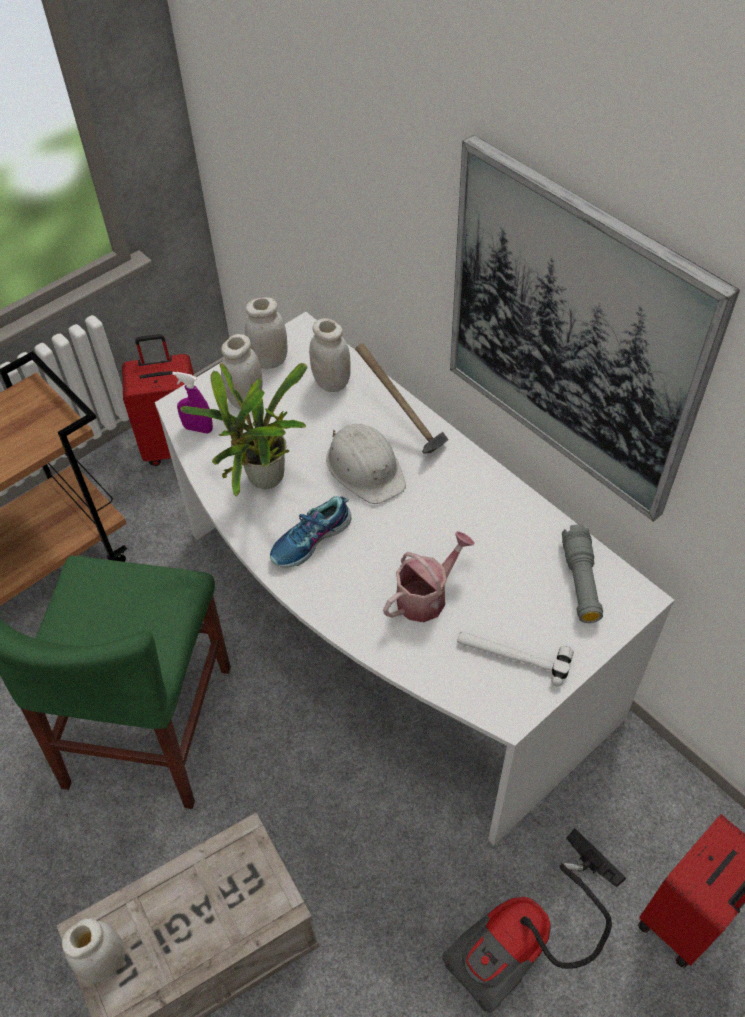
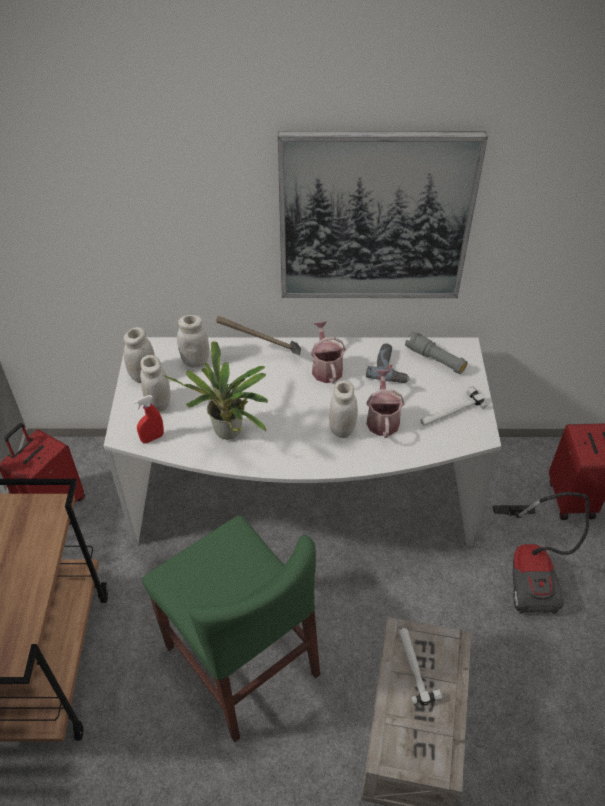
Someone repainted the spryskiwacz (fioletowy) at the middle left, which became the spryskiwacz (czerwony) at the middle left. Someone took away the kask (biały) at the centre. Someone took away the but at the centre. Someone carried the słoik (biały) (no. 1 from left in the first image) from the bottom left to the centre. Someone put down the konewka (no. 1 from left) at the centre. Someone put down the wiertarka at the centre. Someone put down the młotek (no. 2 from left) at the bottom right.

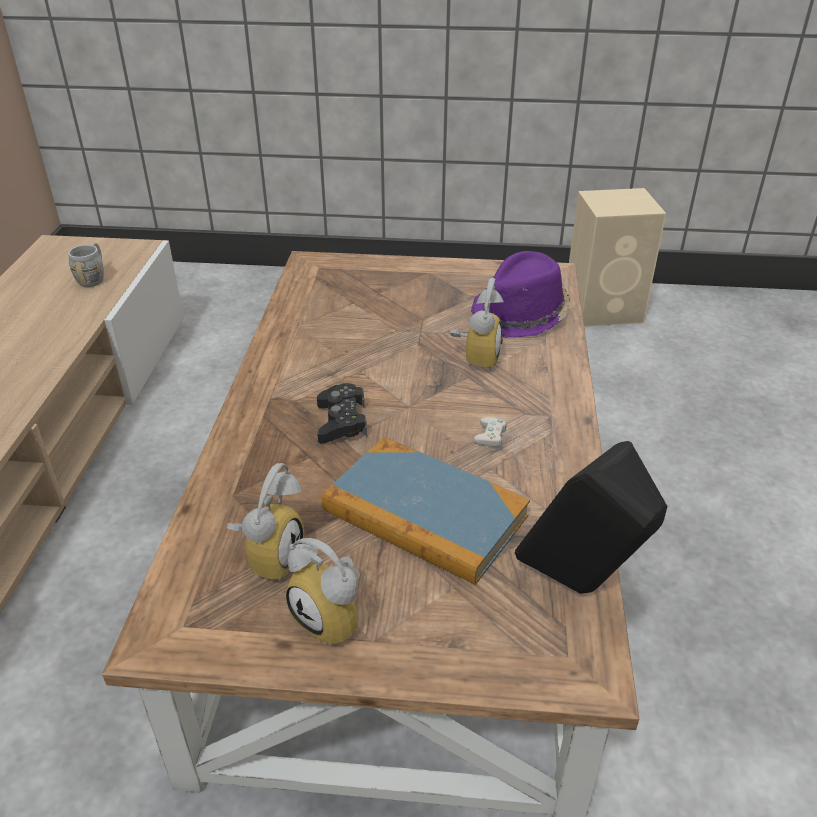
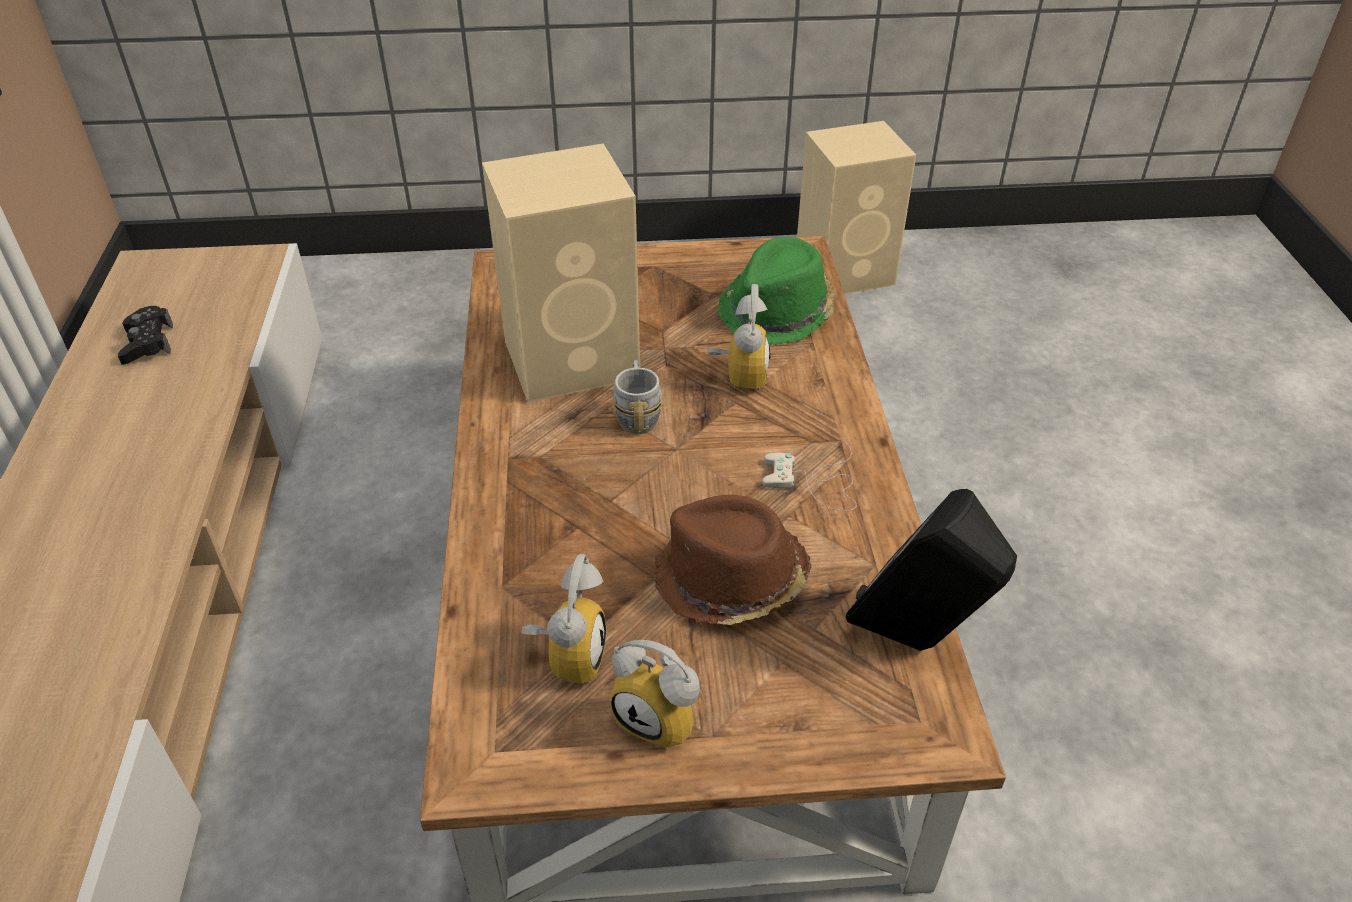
Someone carried the kubek (szary) from the top left to the centre. Someone repainted the kapelusz (fioletowy) at the centre, which became the kapelusz (zielony) at the top centre. Someone carried the pad do gier (czarny) from the centre to the middle left. Someone swapped the książka at the centre for the kapelusz (brązowy) at the centre. Someone put down the głośnik (beżowy) (no. 1 from left) at the top centre.

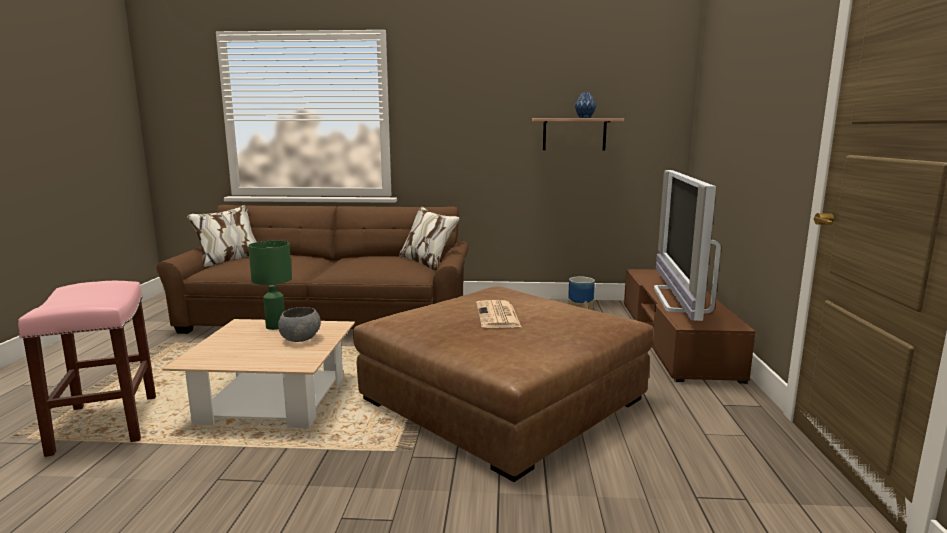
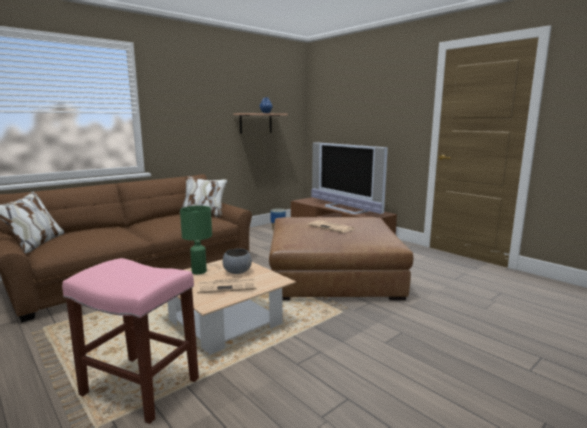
Someone put down the gazeta (no. 1 from left) at the centre.

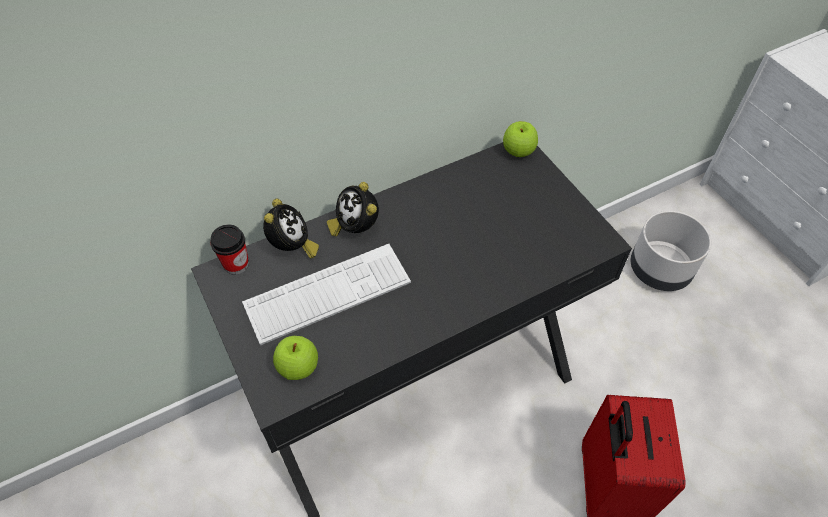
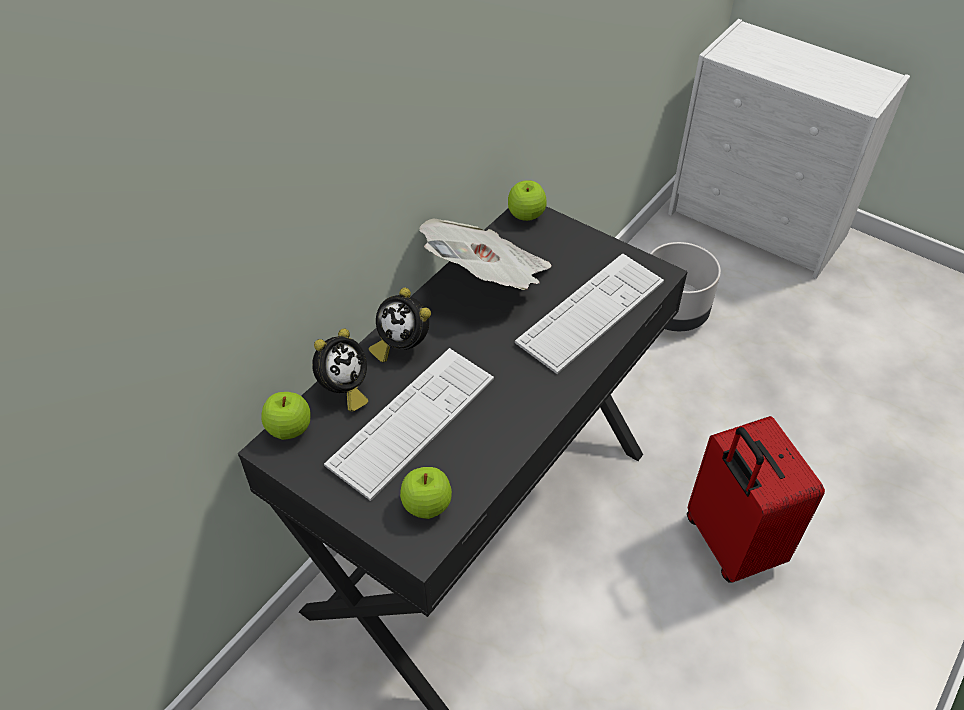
Someone rotated the budzik (no. 1 from left) at the centre by 60 degrees clockwise. Someone swapped the filiżanka at the middle left for the jabłko (no. 1 from left) at the middle left. Someone put down the gazeta at the centre. Someone put down the klawiatura (no. 2 from left) at the centre.

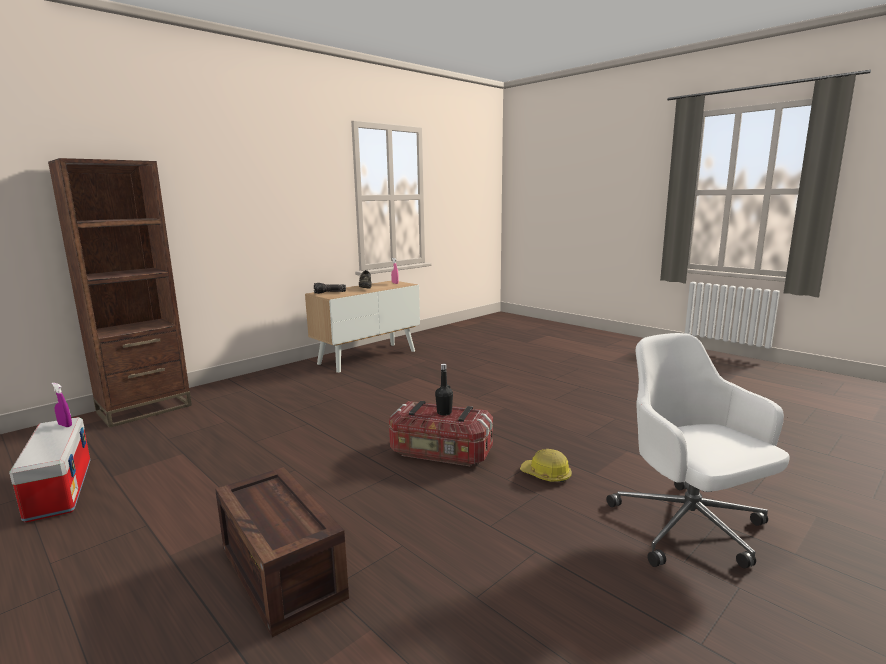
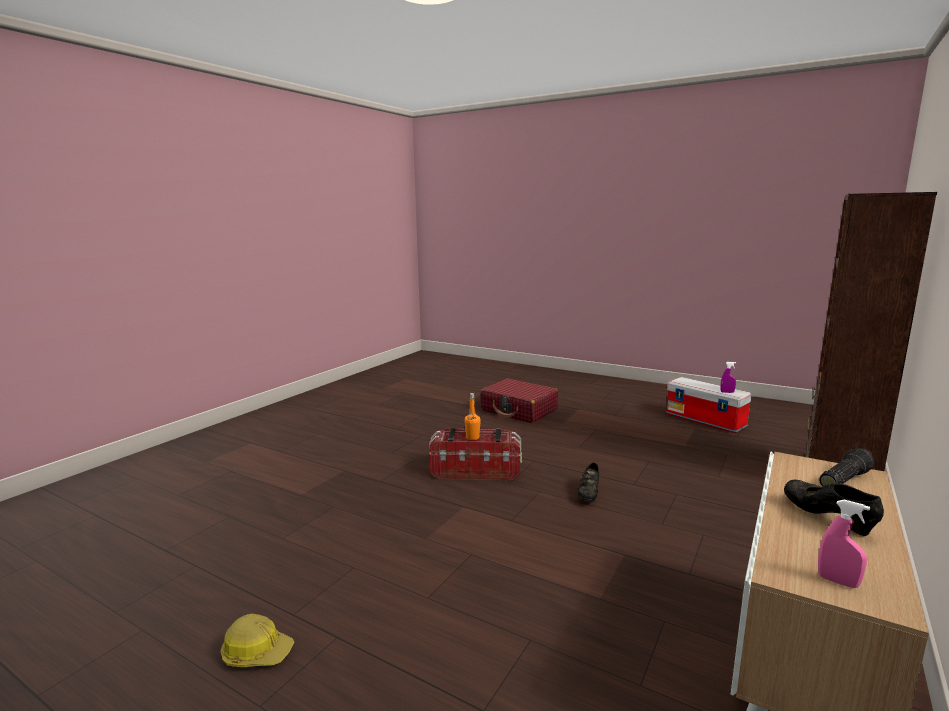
Someone took away the krzesło biurowe (biały) at the bottom right. Someone repainted the butelka (czarny) at the centre, which became the butelka (pomarańczowy) at the centre. Someone carried the kask from the bottom centre to the bottom left. Someone swapped the skrzynka at the bottom left for the walizka (czerwony) at the centre. Someone put down the but (czarny) (no. 1 from left) at the bottom centre.

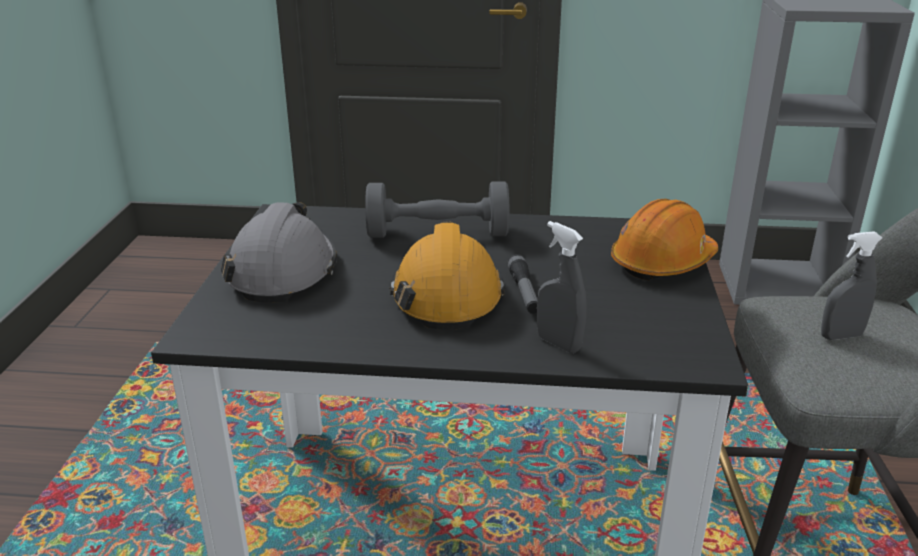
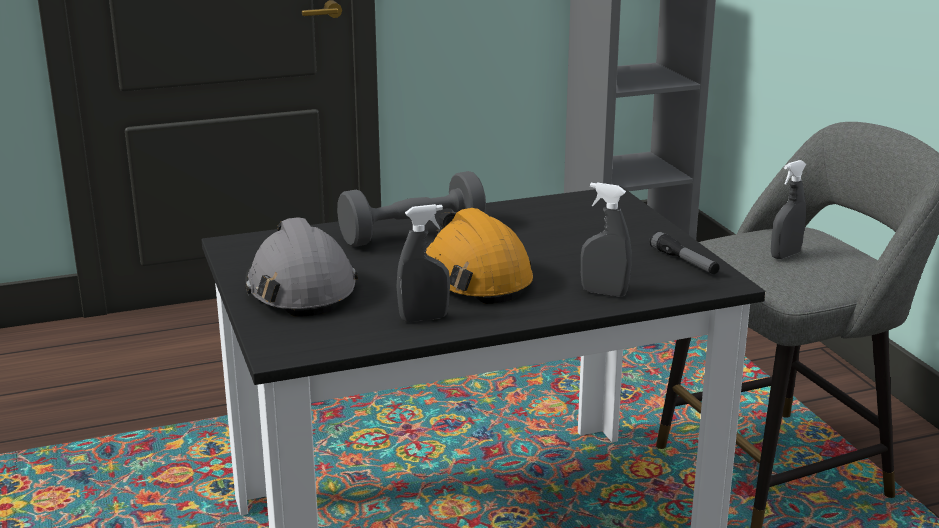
Someone took away the kask (pomarańczowy) (no. 2 from left) at the middle right. Someone carried the latarka from the centre to the middle right. Someone put down the spryskiwacz (szary) (no. 1 from left) at the centre.

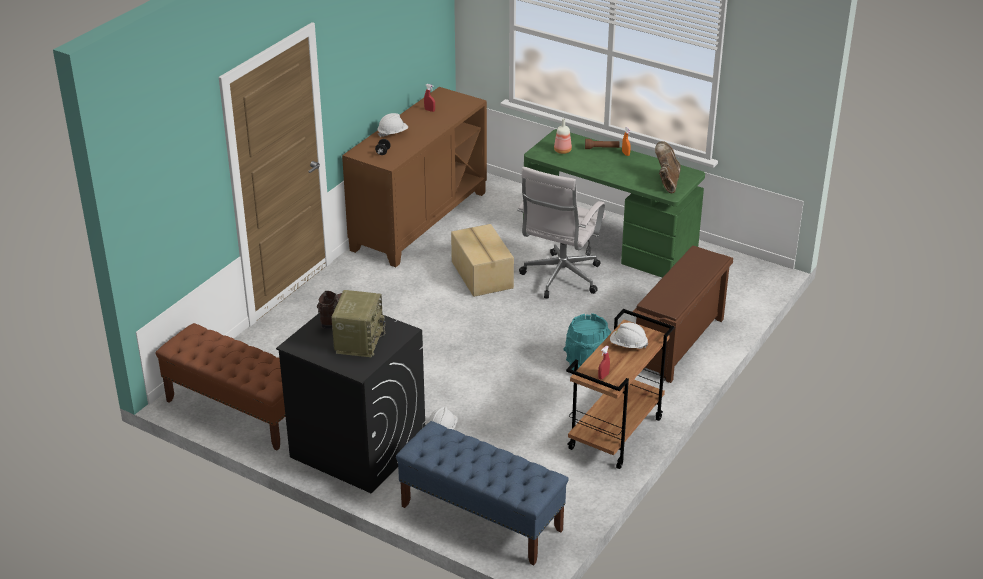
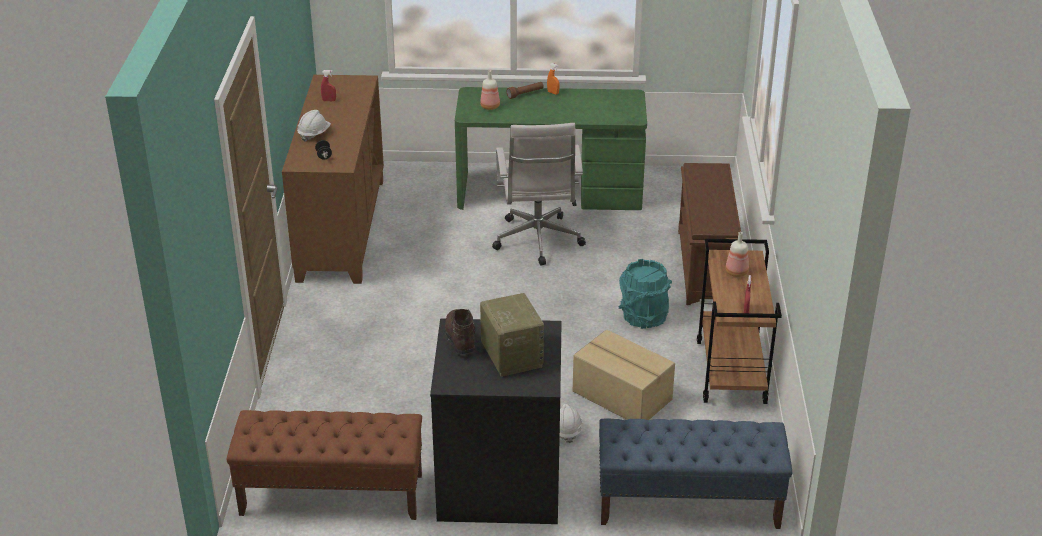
Someone took away the but z cholewką (brązowy) (no. 2 from left) at the top right. Someone carried the karton from the centre to the bottom centre. Someone swapped the kask (biały) (no. 3 from left) at the centre for the butelka (no. 2 from left) at the middle right.

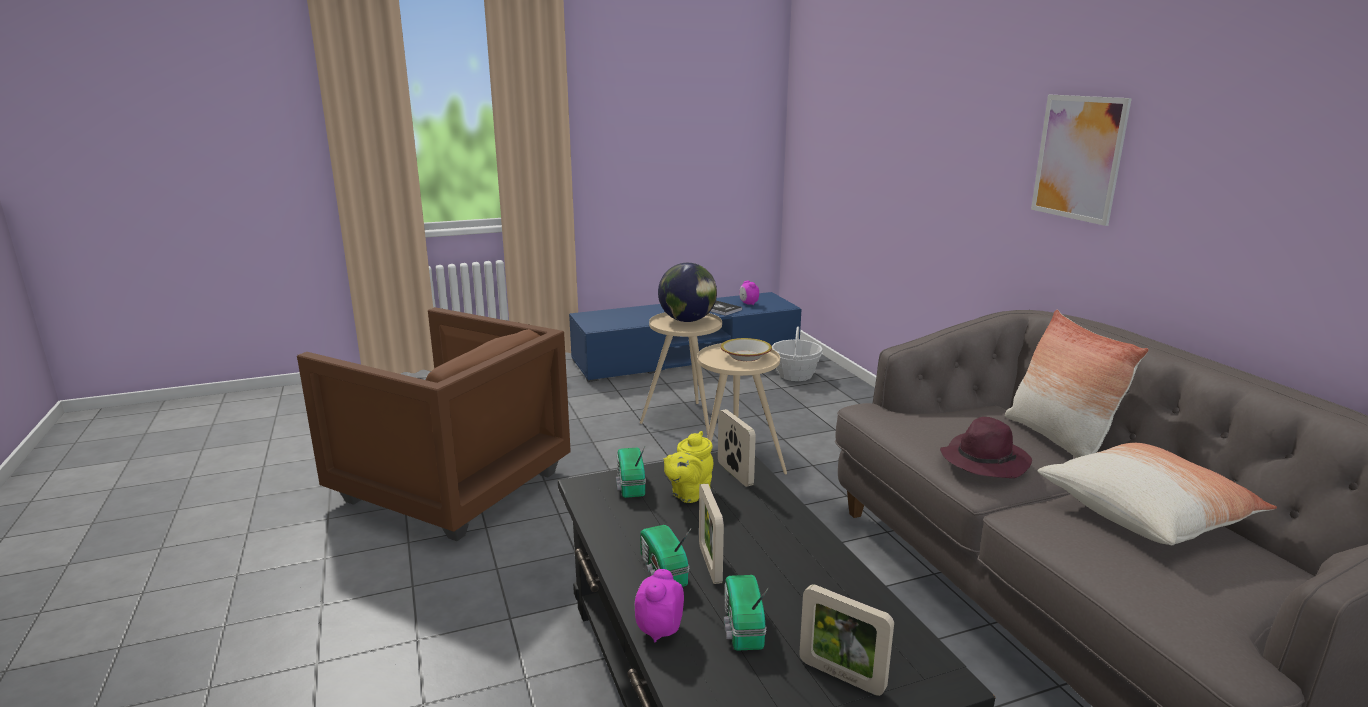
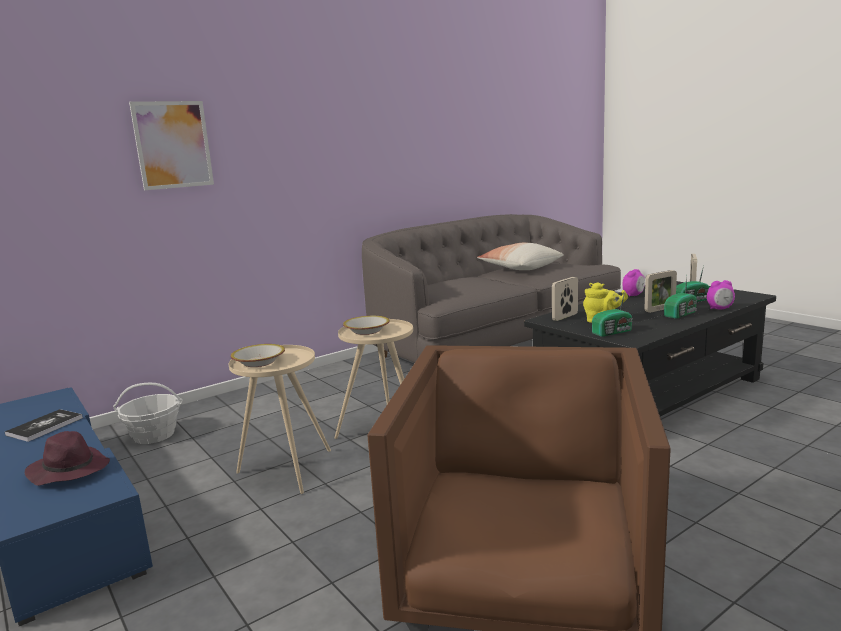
Someone carried the obraz from the top right to the top left. Someone swapped the globus at the centre for the miska (no. 1 from left) at the middle left. Someone carried the budzik (no. 2 from left in the first image) from the centre to the middle right. Someone took away the poduszka (no. 1 from left) at the middle right. Someone carried the kapelusz (fioletowy) from the middle right to the bottom left.

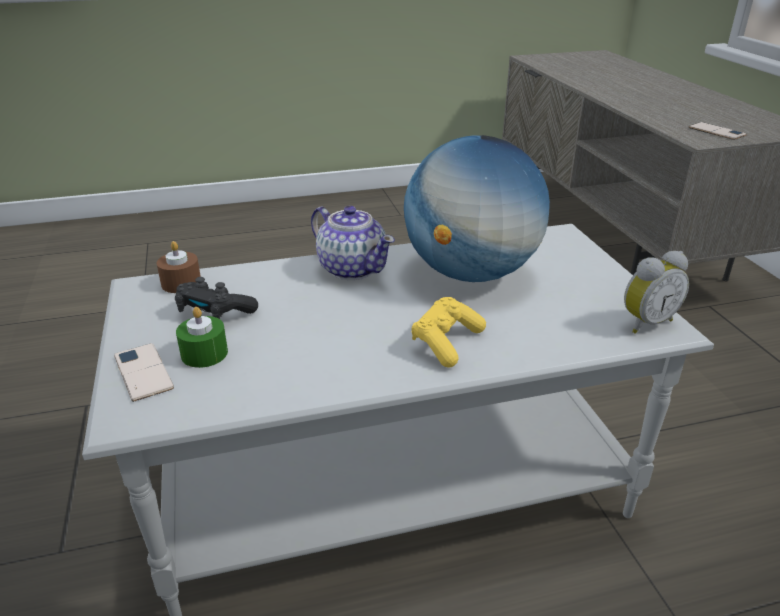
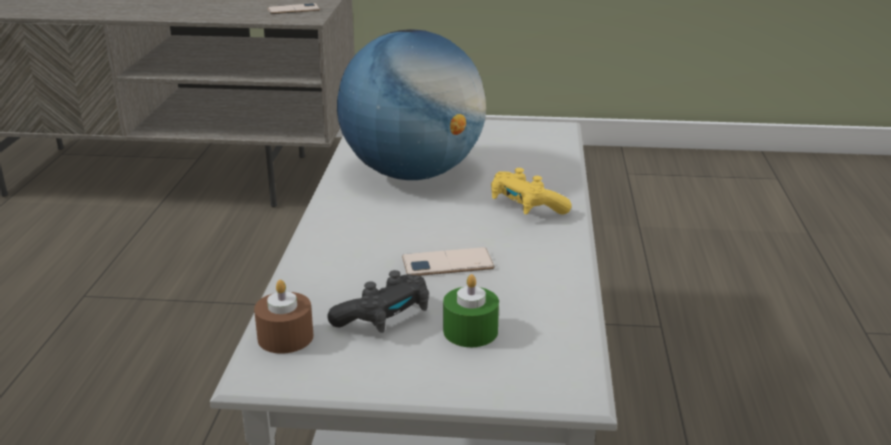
Someone took away the imbryk at the centre. Someone took away the budzik at the middle right. Someone carried the telefon (no. 1 from left in the first image) from the middle left to the centre.

